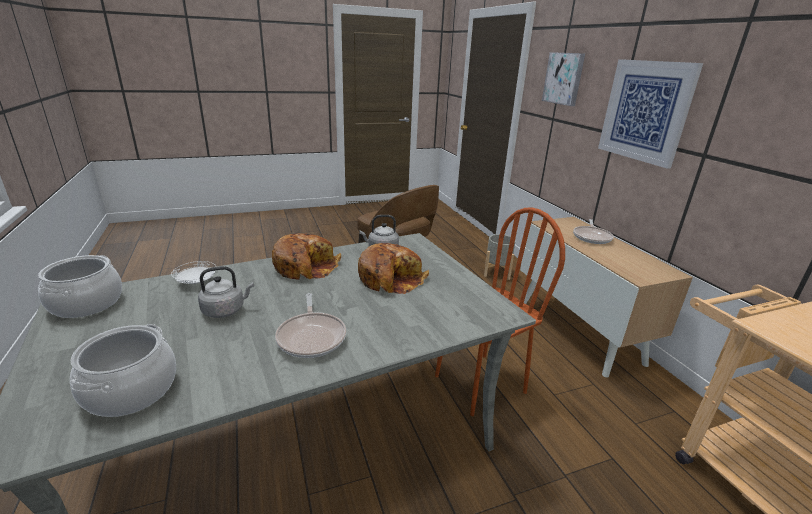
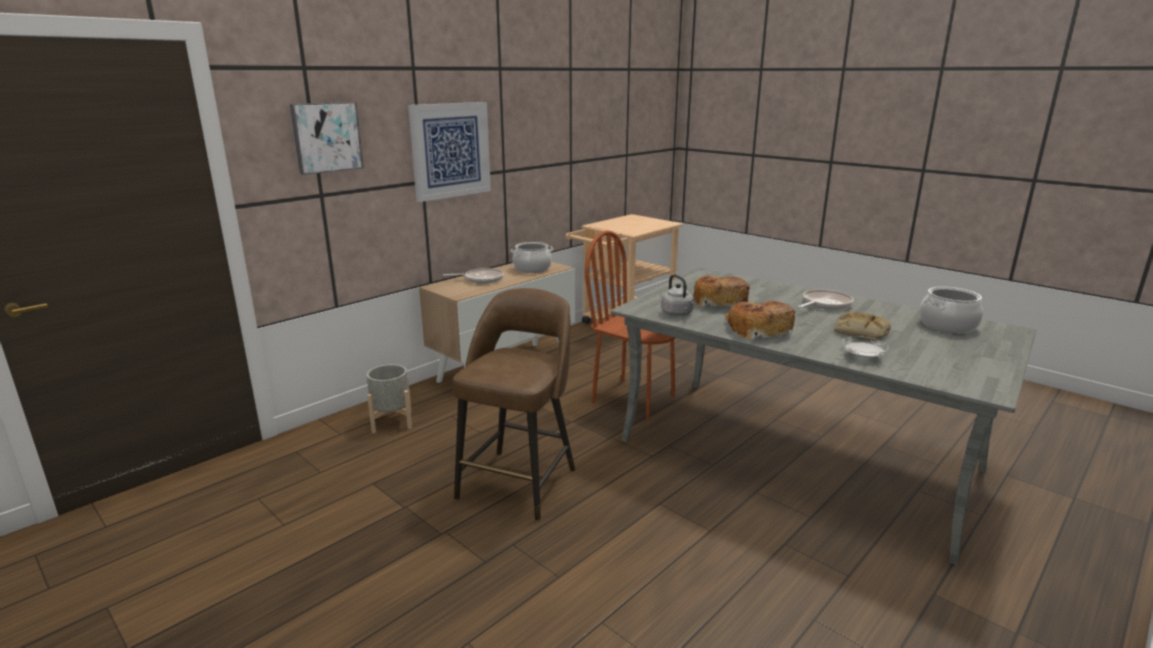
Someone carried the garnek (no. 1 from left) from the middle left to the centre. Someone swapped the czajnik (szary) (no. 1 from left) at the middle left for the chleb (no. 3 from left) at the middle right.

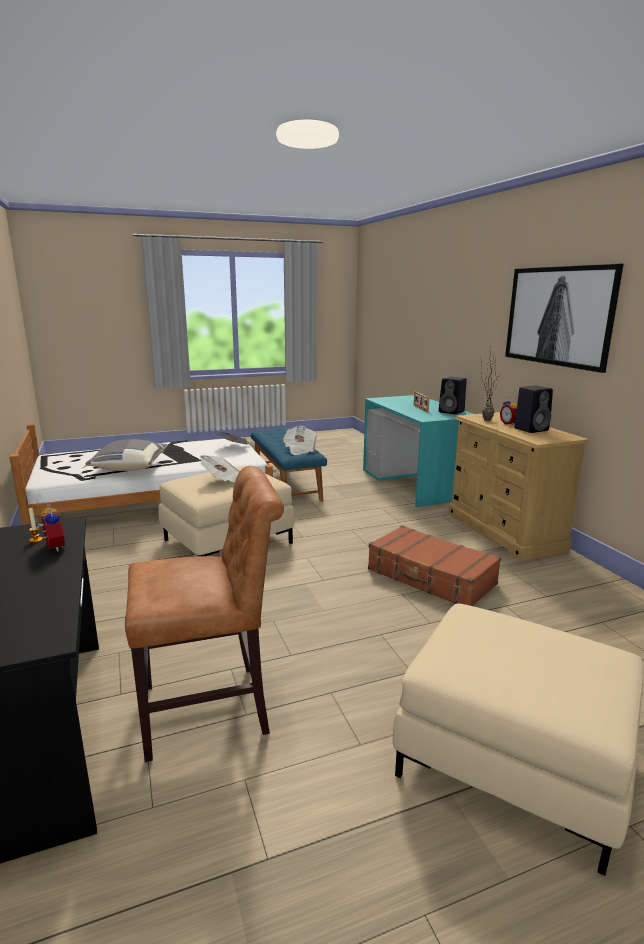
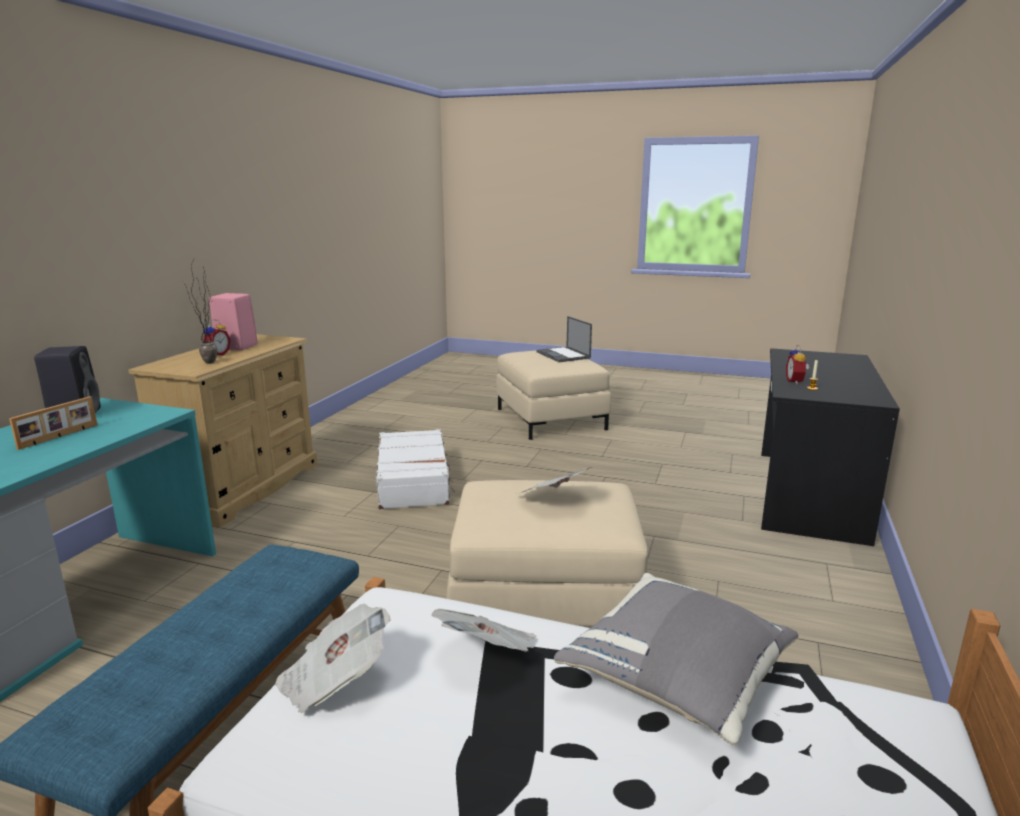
Someone took away the obraz at the middle right. Someone repainted the głośnik (czarny) (no. 2 from left) at the middle right, which became the głośnik (różowy) at the middle left. Someone carried the gazeta (no. 3 from left in the first image) from the centre to the bottom centre. Someone took away the krzesło (brązowy) at the middle left. Someone repainted the walizka (brązowy) at the middle right, which became the walizka (biały) at the centre. Someone put down the laptop at the centre.

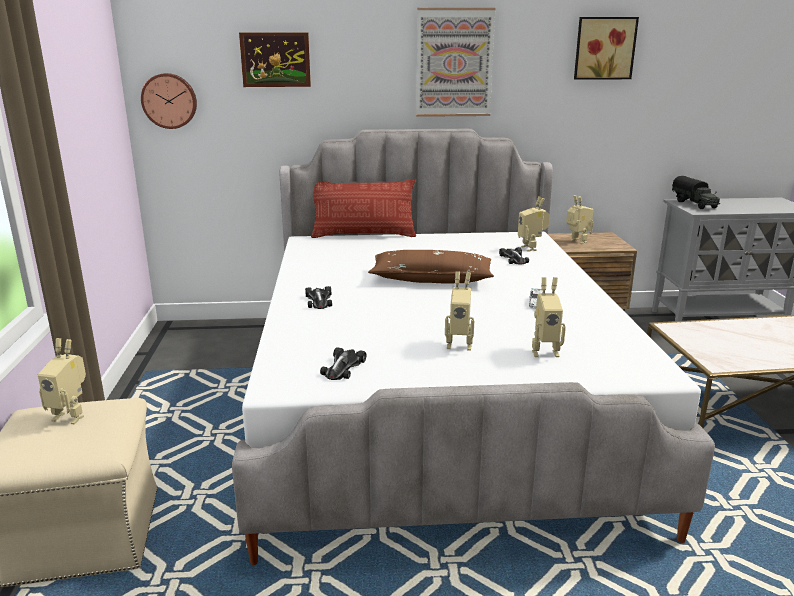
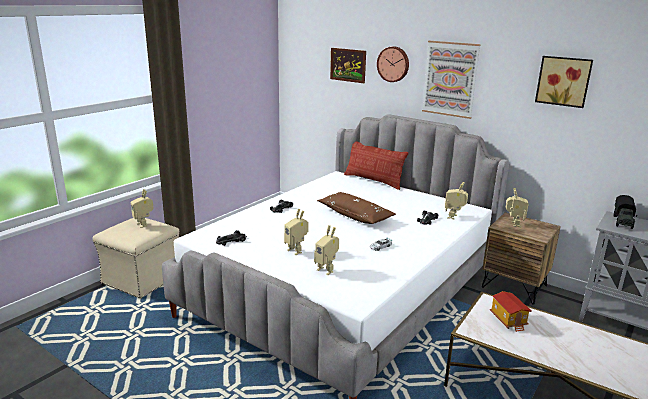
Someone carried the zegar ścienny from the top left to the top centre. Someone put down the domek at the bottom right.

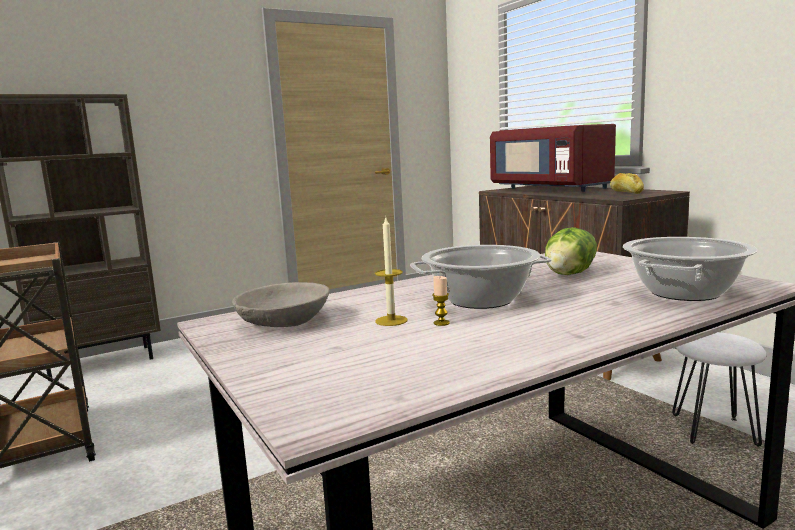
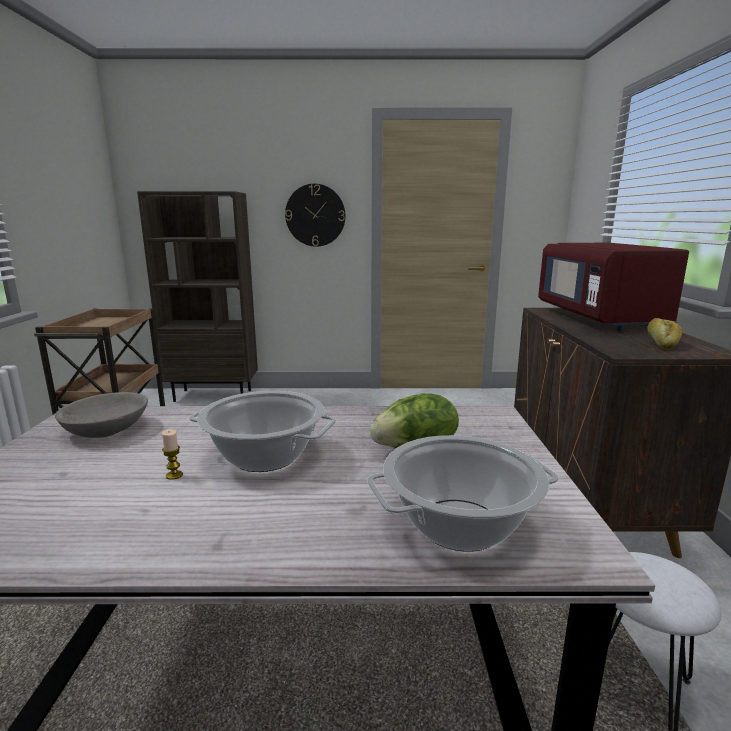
Someone took away the świeca (no. 1 from left) at the centre. Someone put up the zegar ścienny at the top centre.

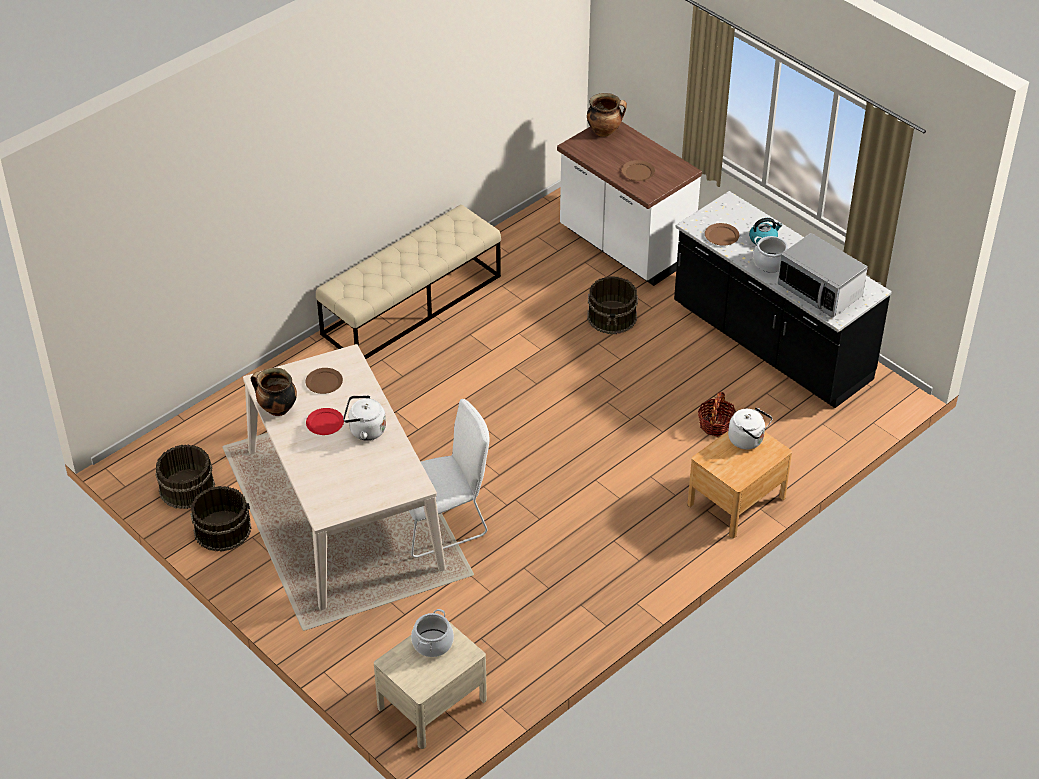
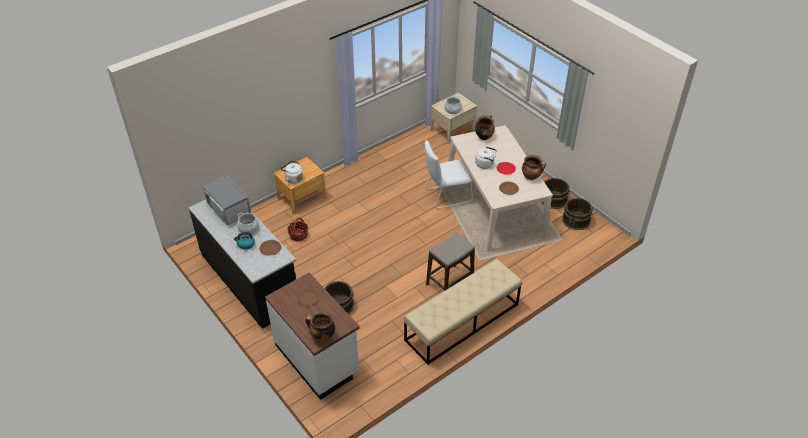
Someone put down the garnek (no. 4 from left) at the top centre. Someone put down the stołek at the centre.

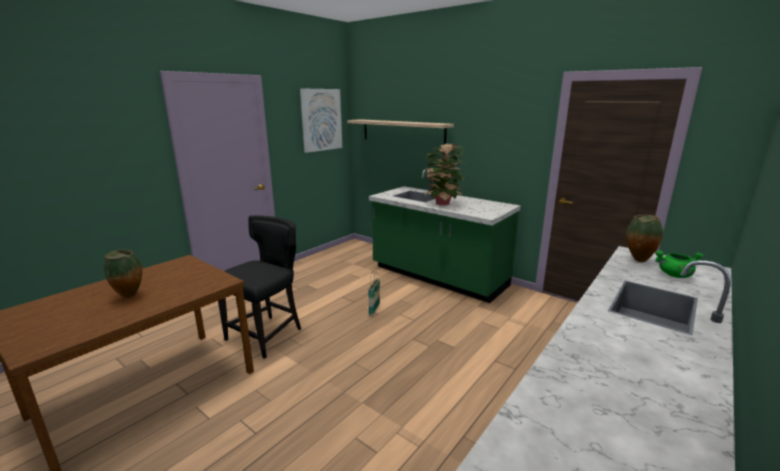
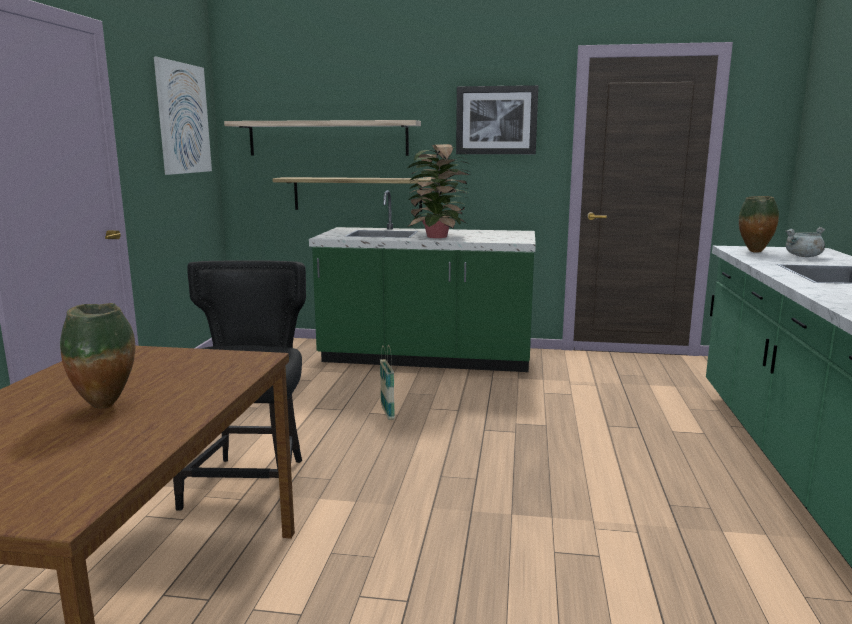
Someone repainted the garnek (zielony) at the middle right, which became the garnek (szary) at the middle right. Someone put up the obraz (no. 2 from left) at the top centre. Someone put up the półka (no. 2 from left) at the top centre.

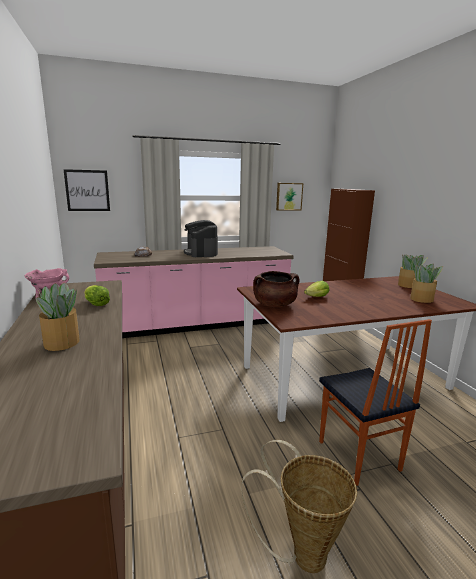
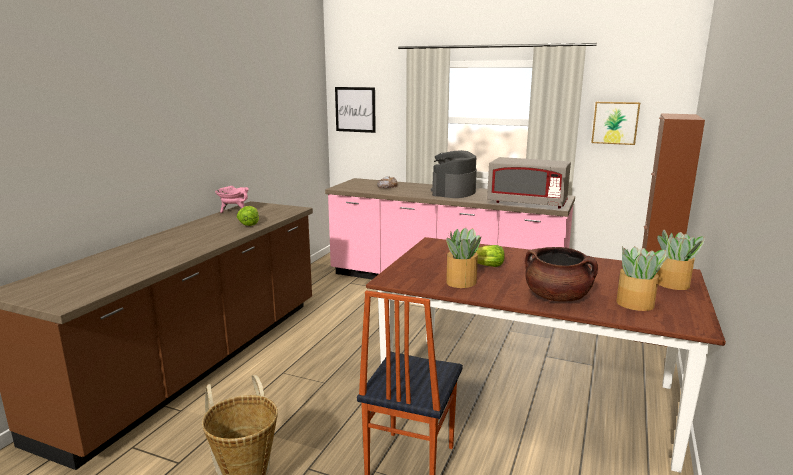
Someone carried the garnek (brązowy) from the centre to the middle right. Someone carried the roślina doniczkowa (no. 1 from left) from the middle left to the centre. Someone put down the mikrofalówka (szary) at the middle right.

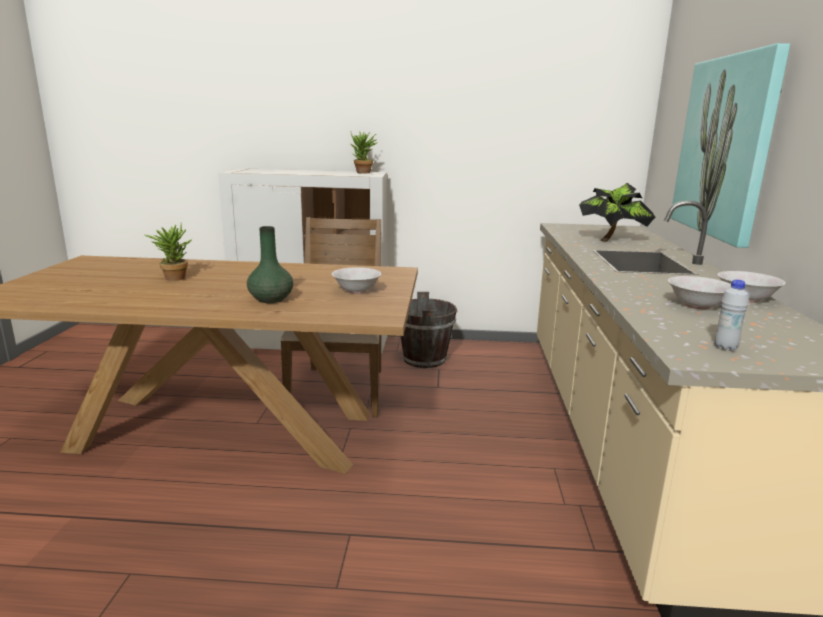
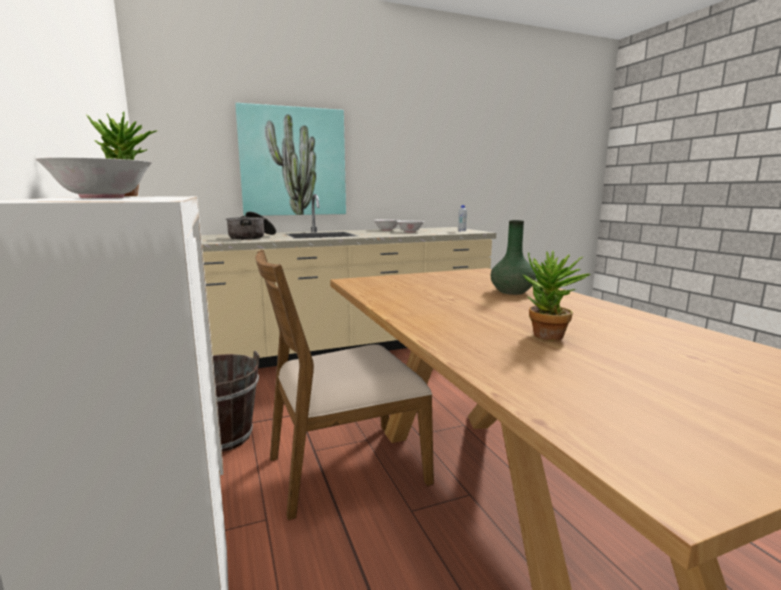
Someone swapped the roślina doniczkowa (no. 3 from left) at the middle right for the garnek at the middle left. Someone carried the miska (biały) (no. 1 from left) from the centre to the top left.

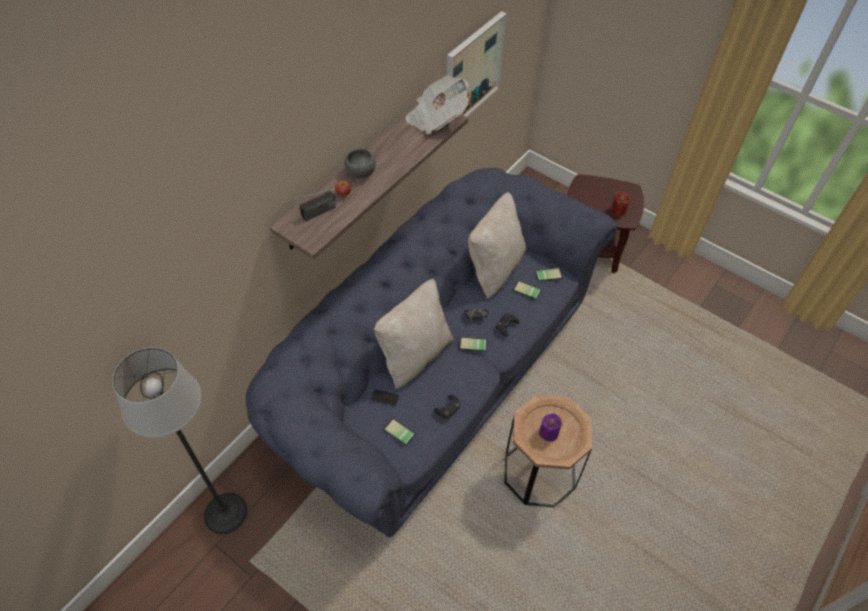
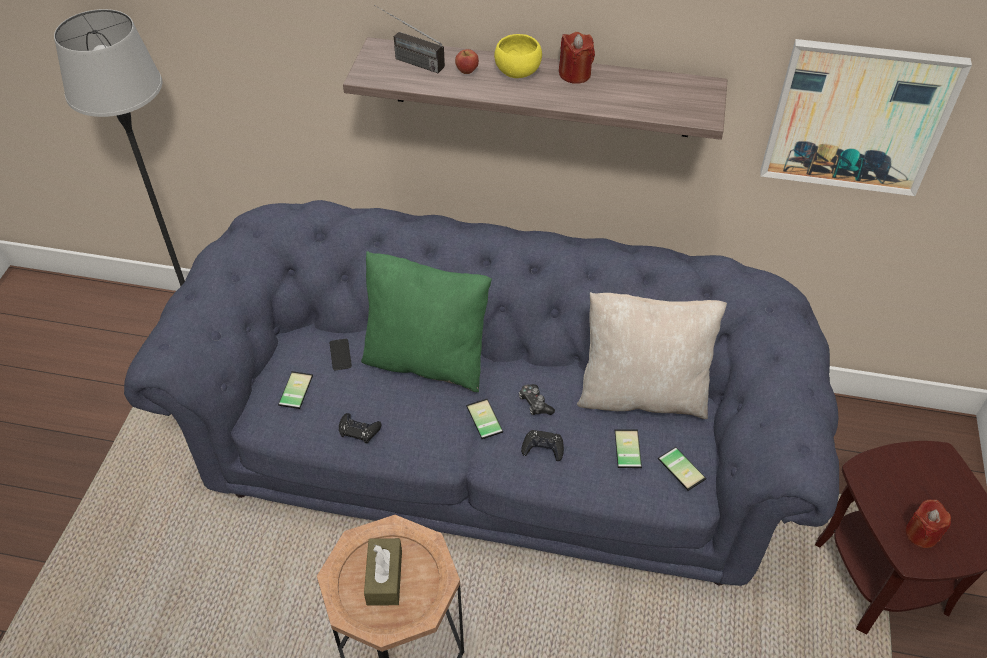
Someone took away the gazeta at the top centre. Someone repainted the miska (szary) at the top centre, which became the miska (żółty) at the top centre. Someone repainted the poduszka (beżowy) (no. 1 from left) at the centre, which became the poduszka (zielony) at the centre. Someone swapped the świeca (fioletowy) at the bottom centre for the pudełko chusteczek (brązowy) at the bottom centre. Someone put down the świeca (czerwony) (no. 1 from left) at the top centre.

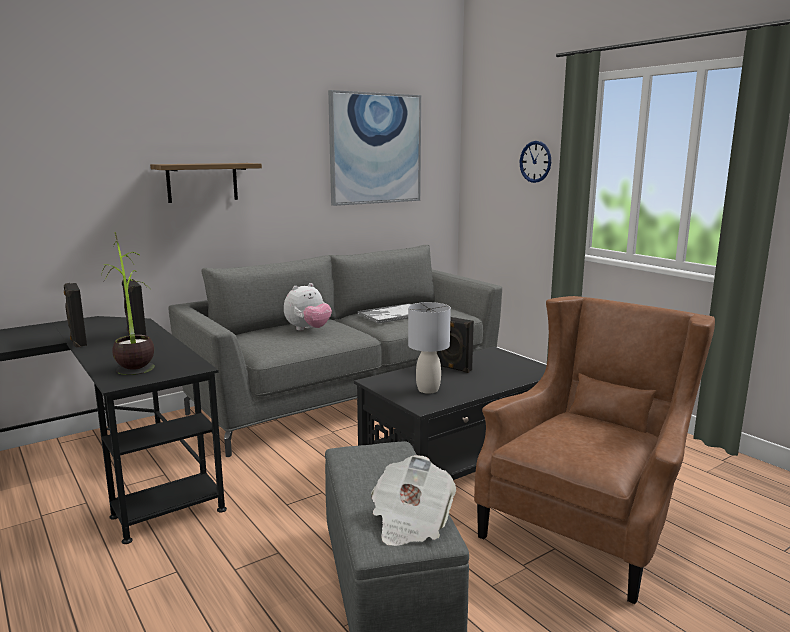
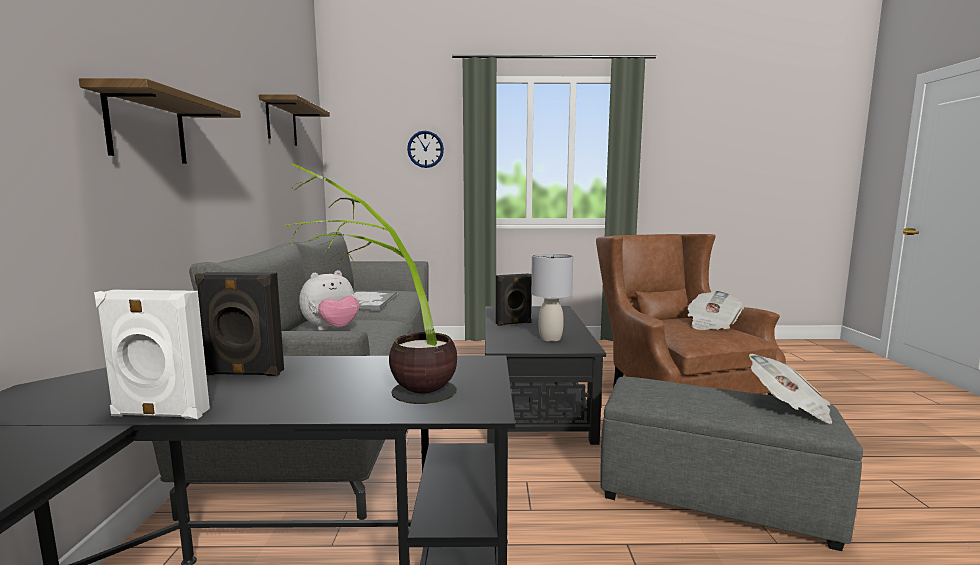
Someone swapped the obraz at the top centre for the półka (no. 2 from left) at the top left. Someone repainted the głośnik (czarny) (no. 1 from left) at the middle left, which became the głośnik (biały) at the middle left. Someone rotated the pluszak at the centre by 60 degrees clockwise. Someone put down the gazeta (no. 1 from left) at the middle right.

